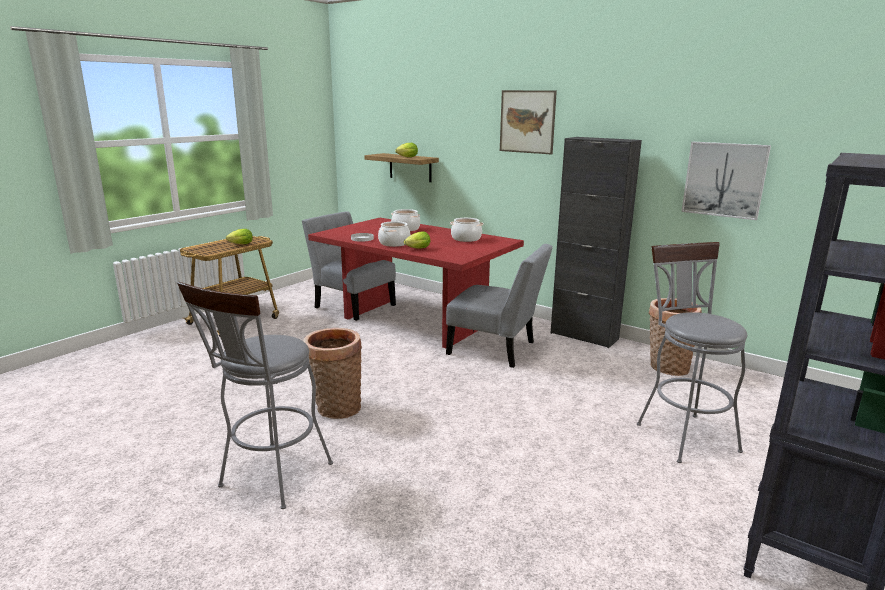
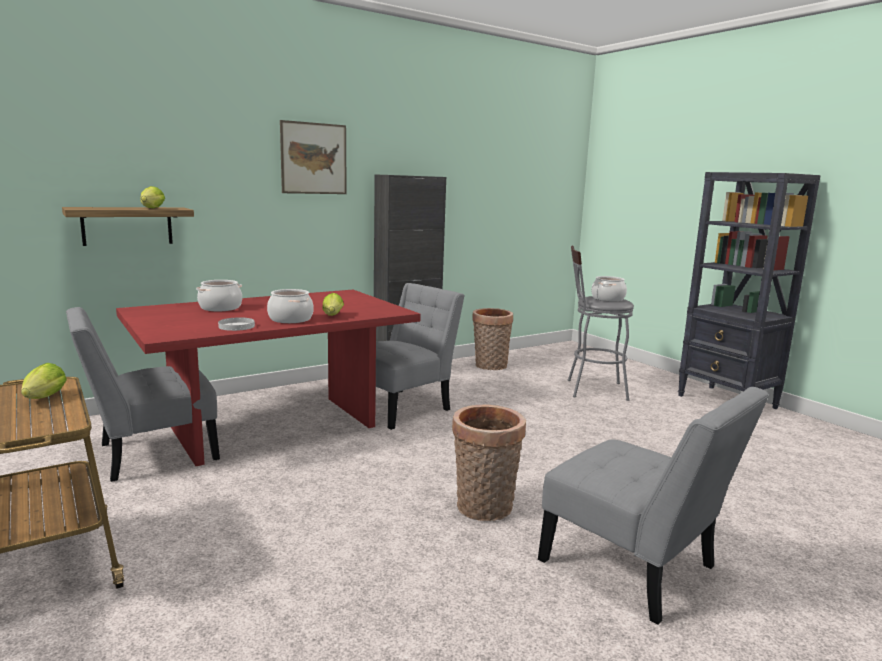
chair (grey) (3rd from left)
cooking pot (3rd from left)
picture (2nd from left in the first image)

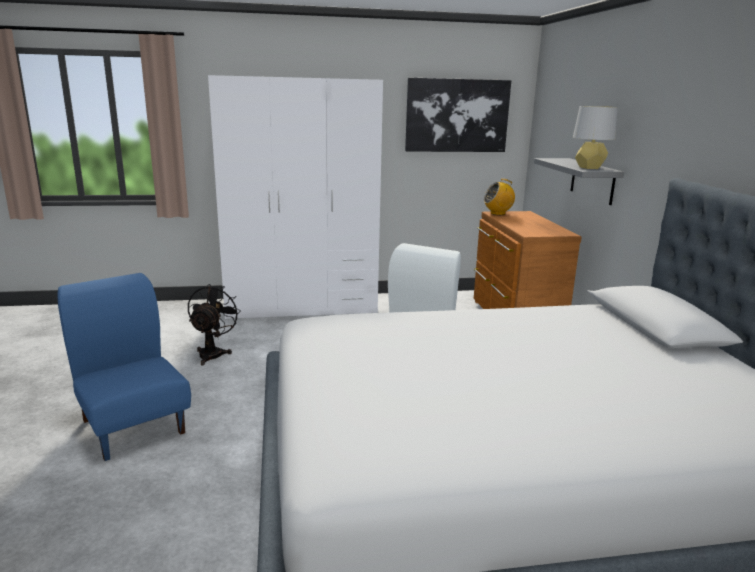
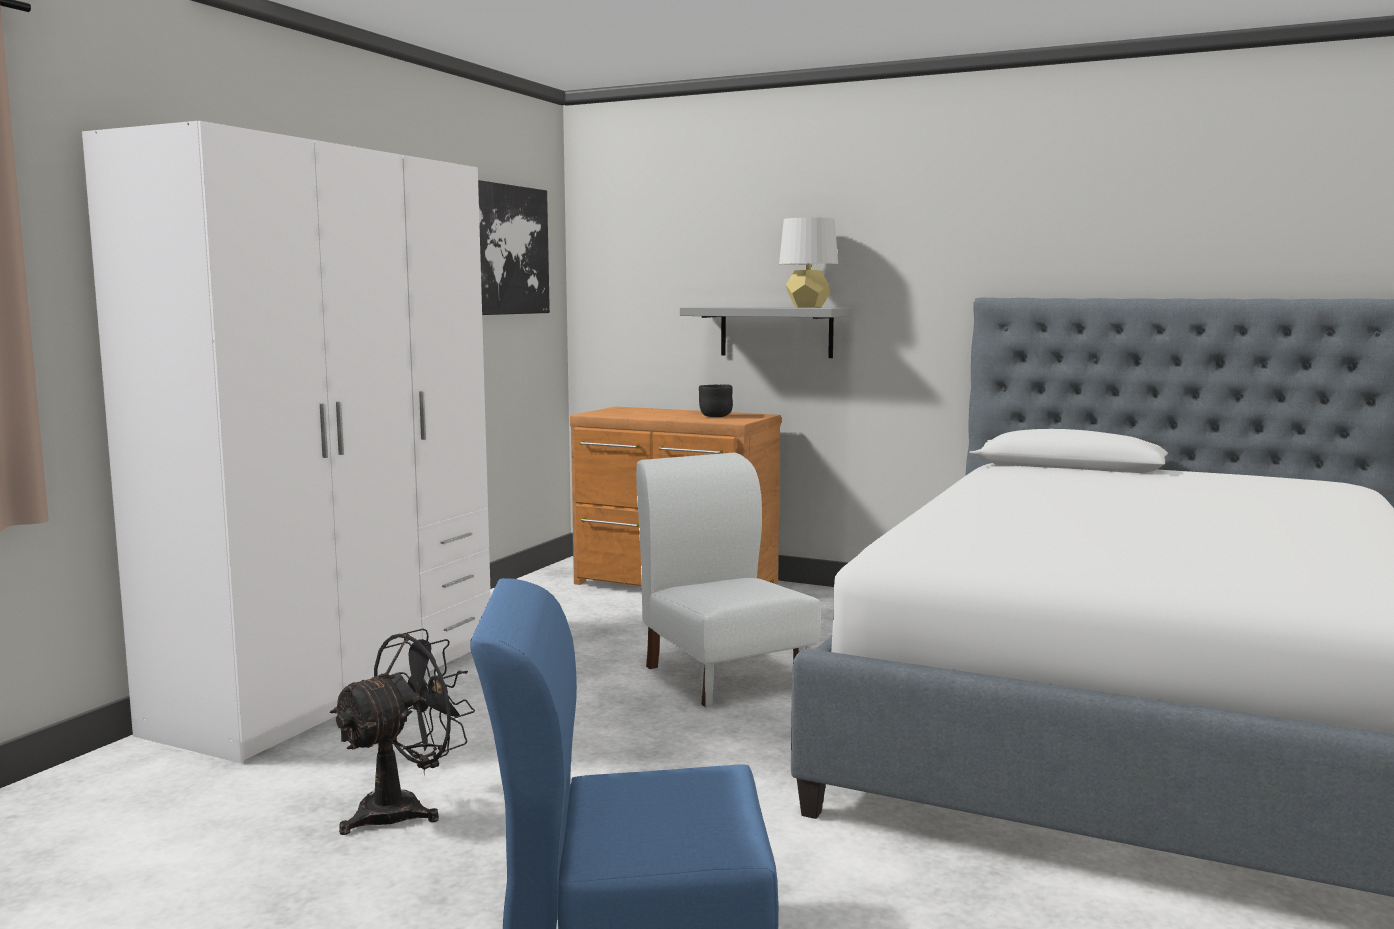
fan (black)
bowl (black)
radio

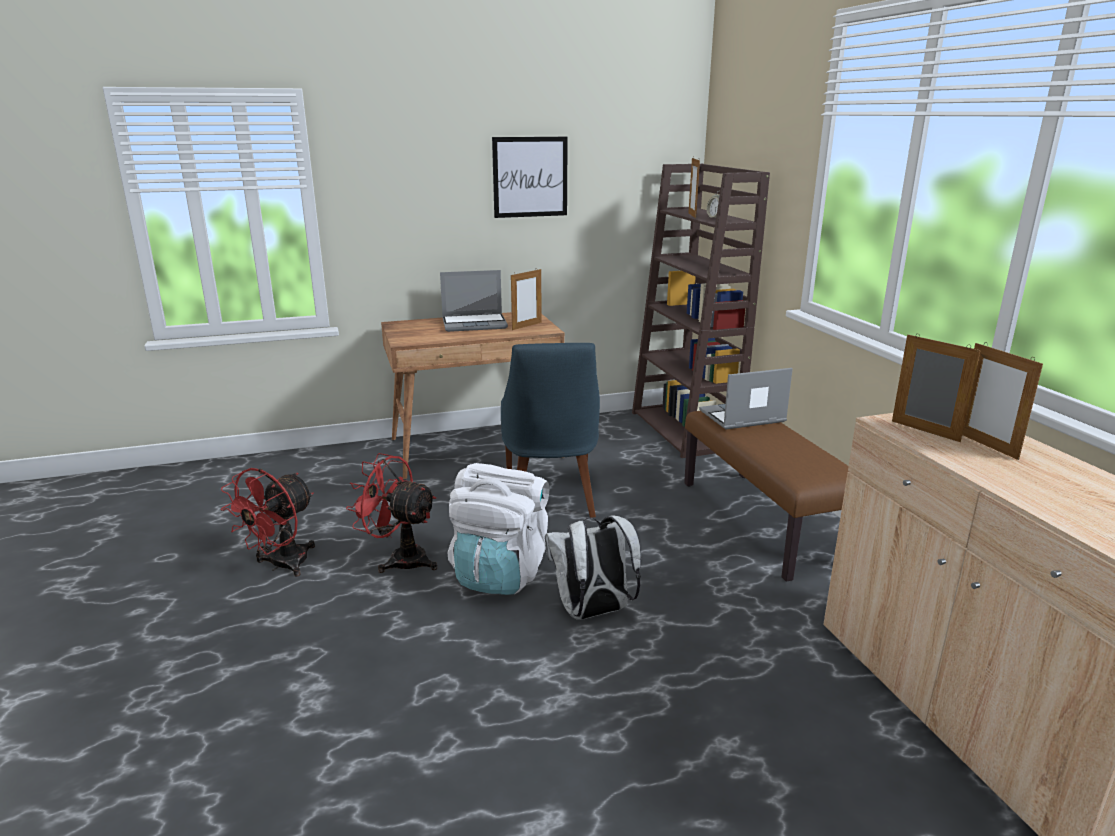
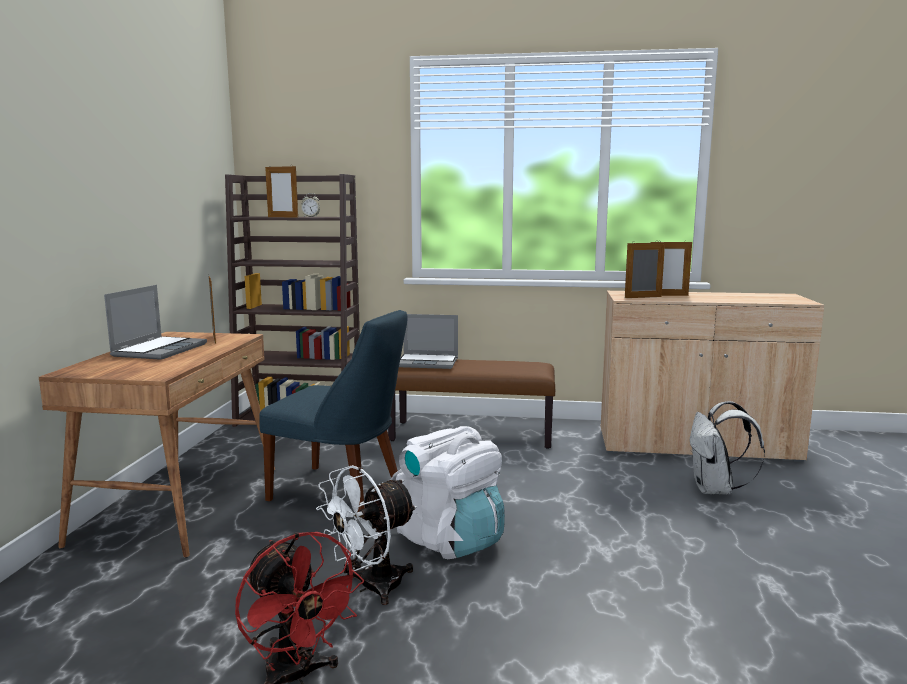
fan (white)
laptop (2nd from left)
backpack (white) (2nd from left)
picture

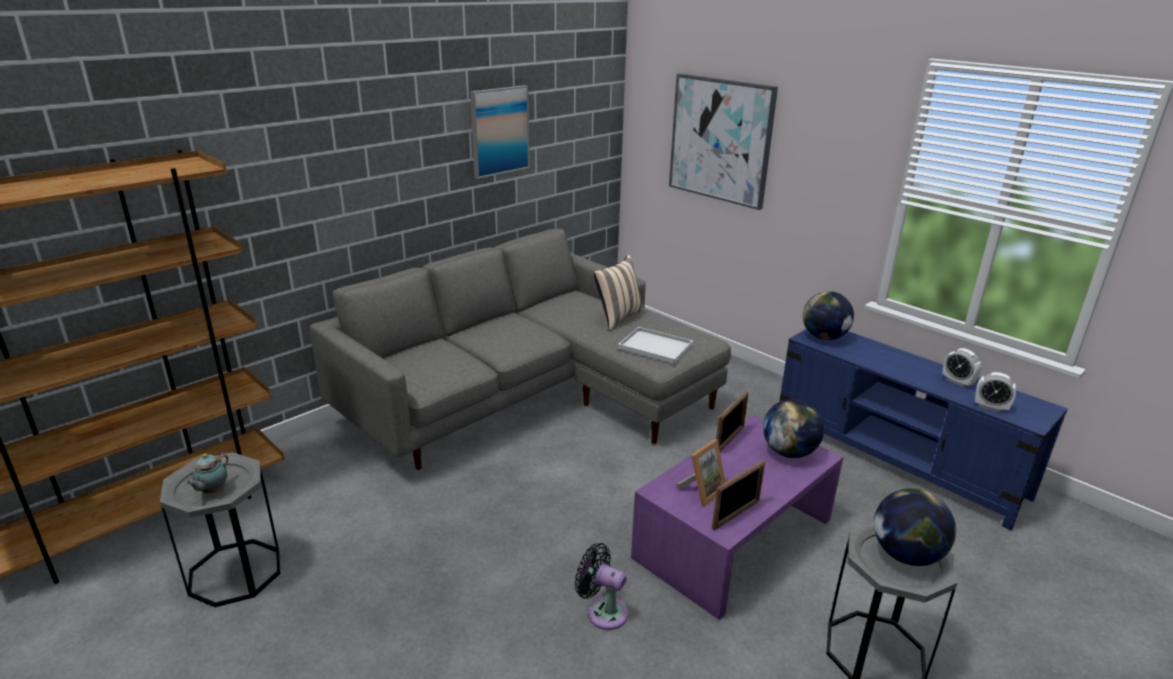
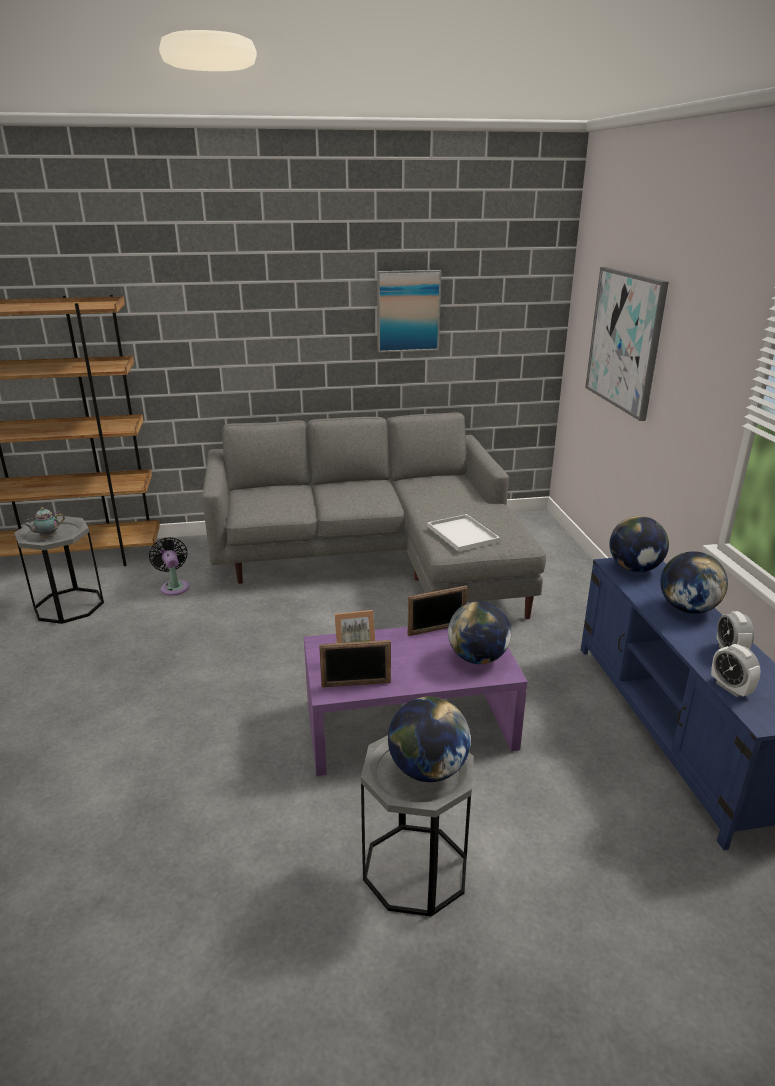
fan (black)
globe (4th from left)
pillow (beige)

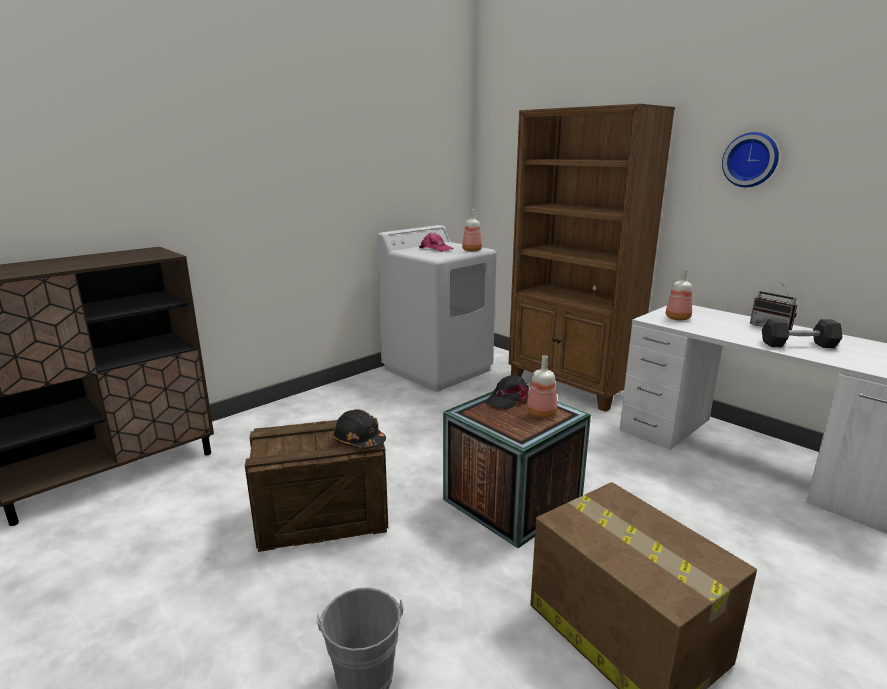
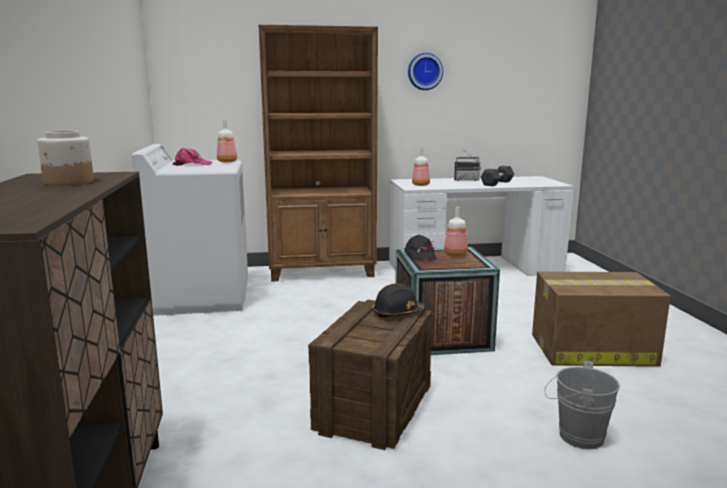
jar

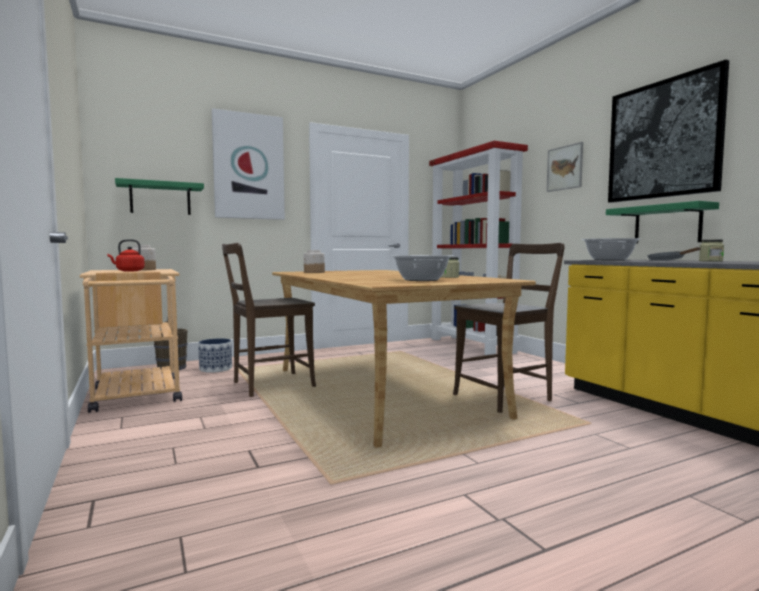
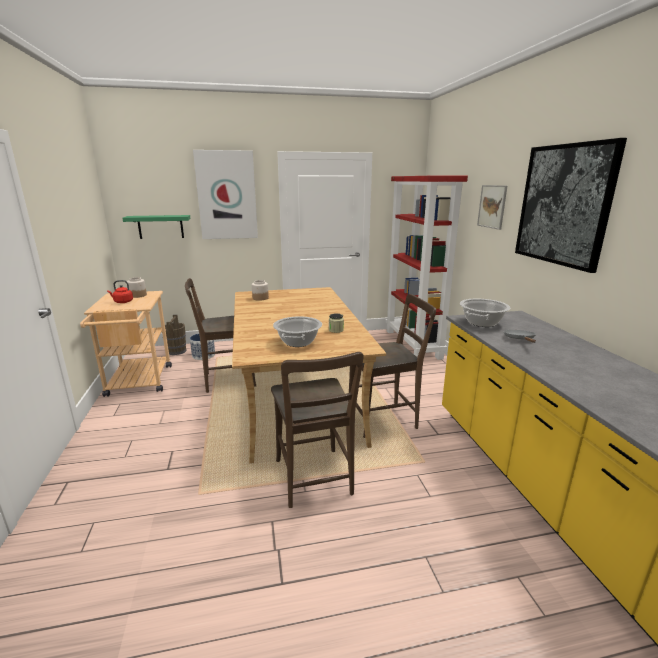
chair (brown) (2nd from left)
shelf (green) (2nd from left in the first image)
jar (4th from left in the first image)

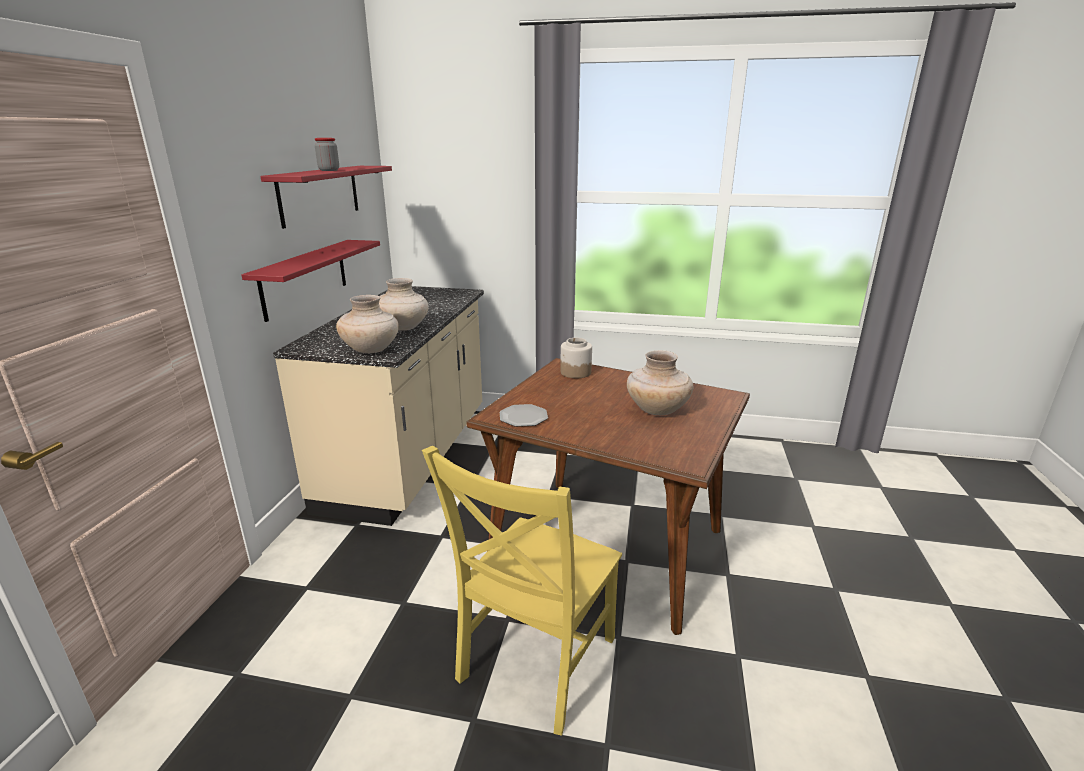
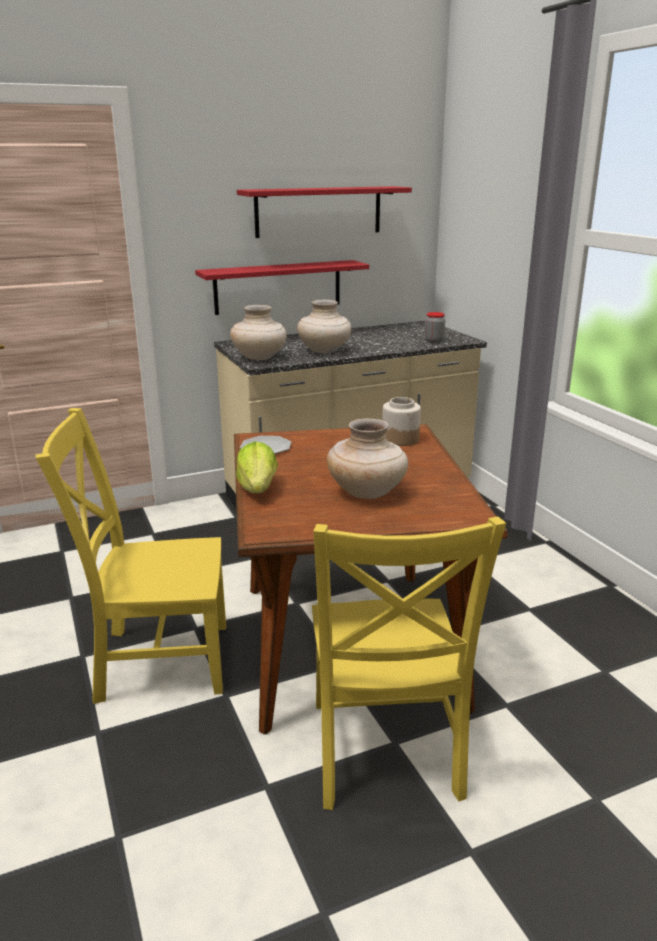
lettuce
chair (yellow) (2nd from left)
jar (2nd from left)

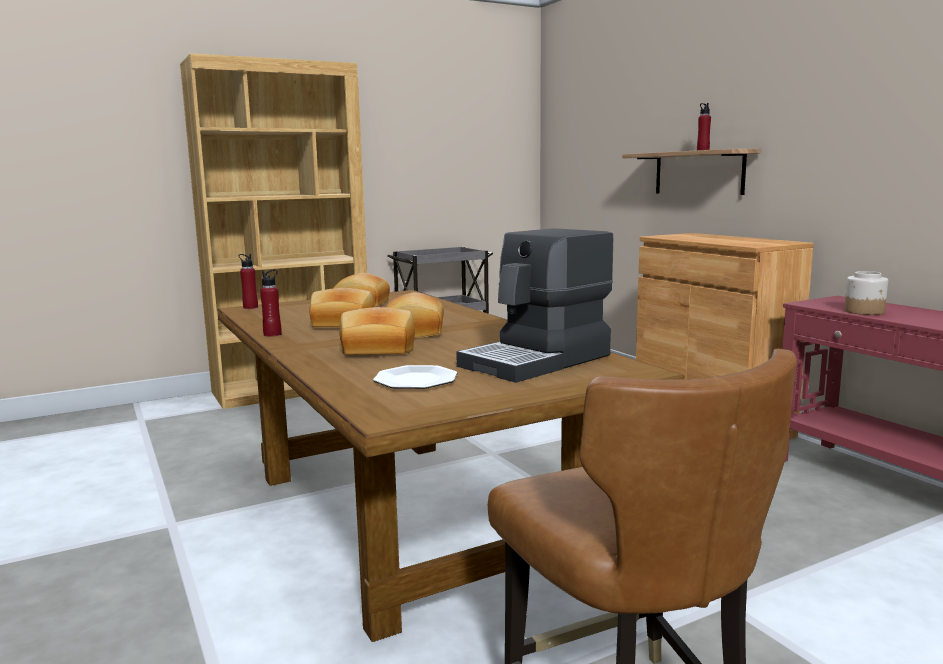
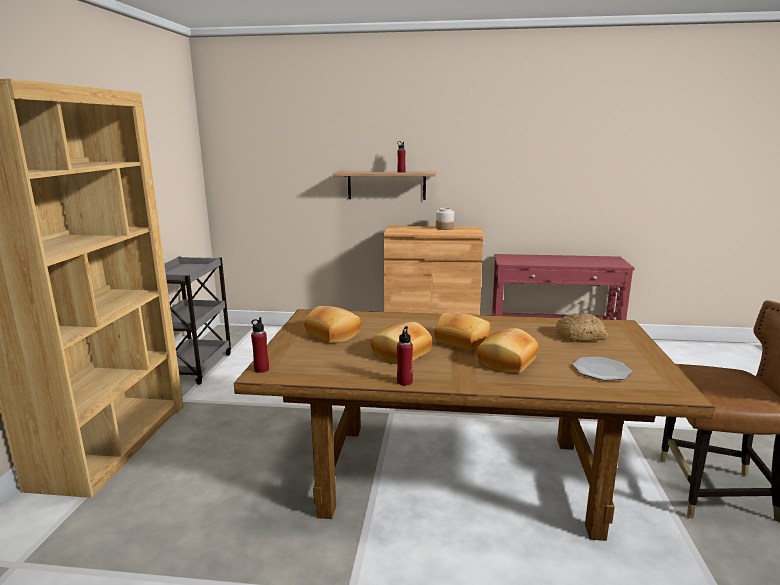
jar
bread (5th from left)

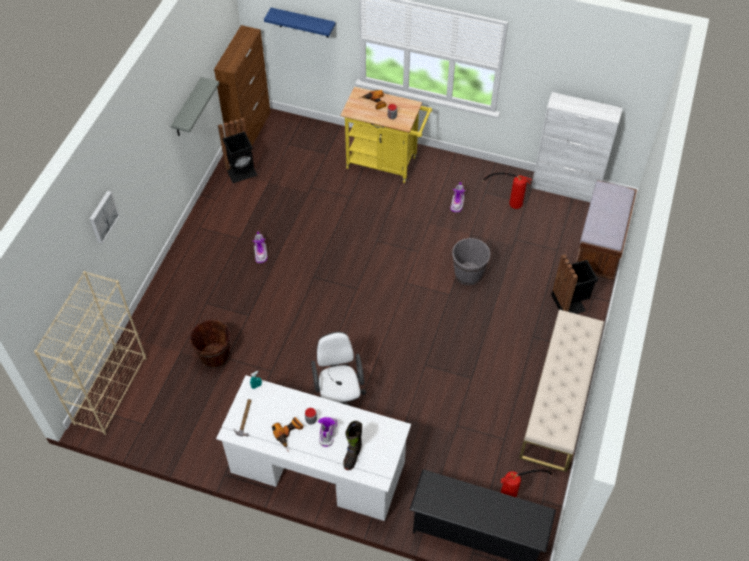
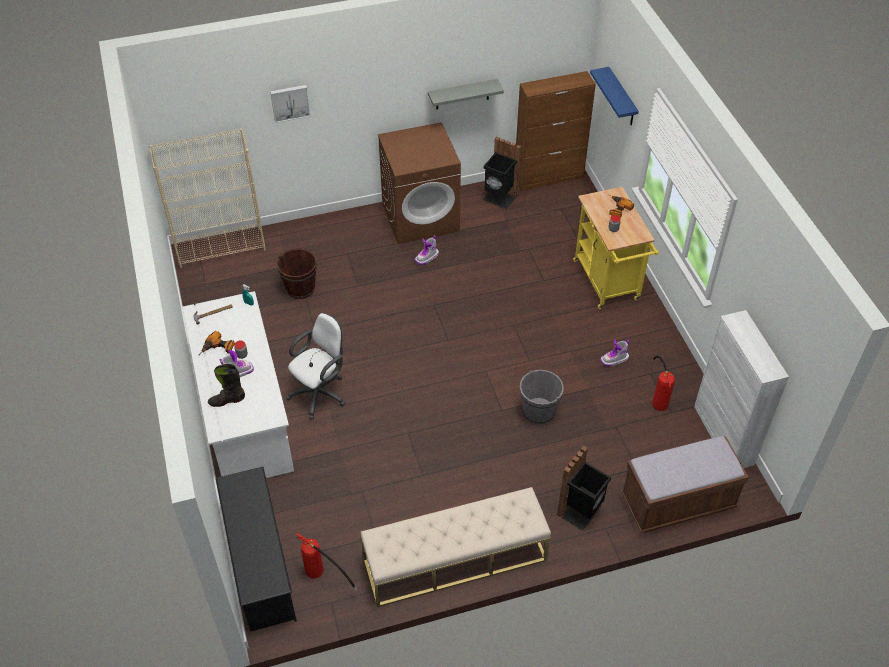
washing machine (brown)

